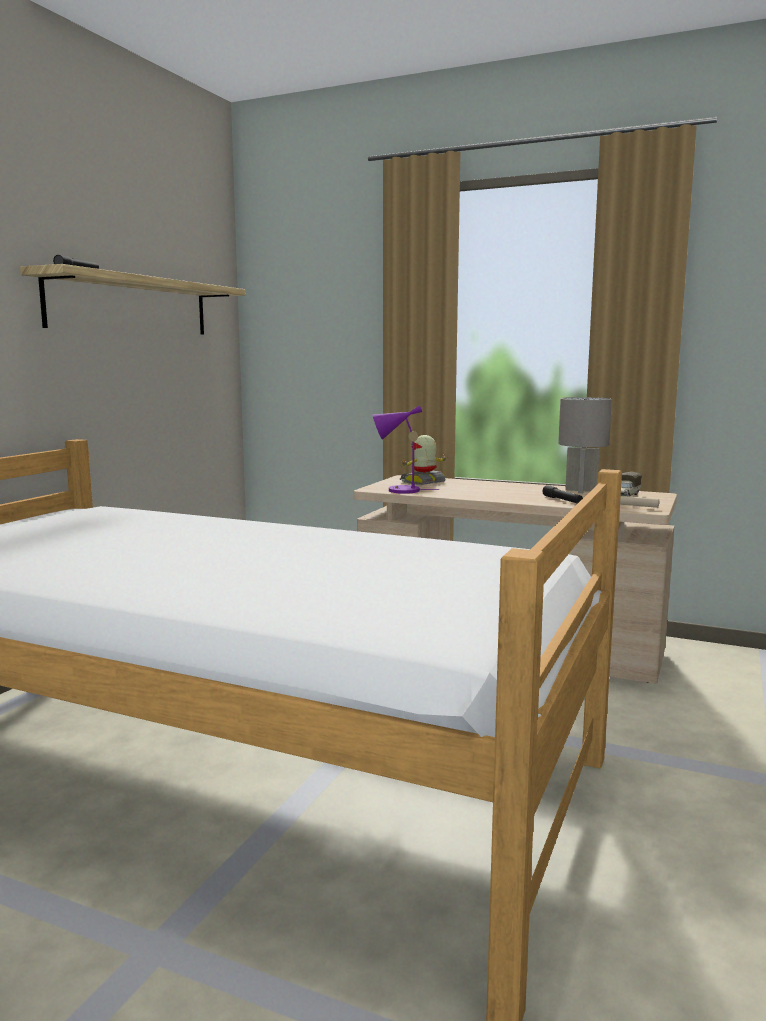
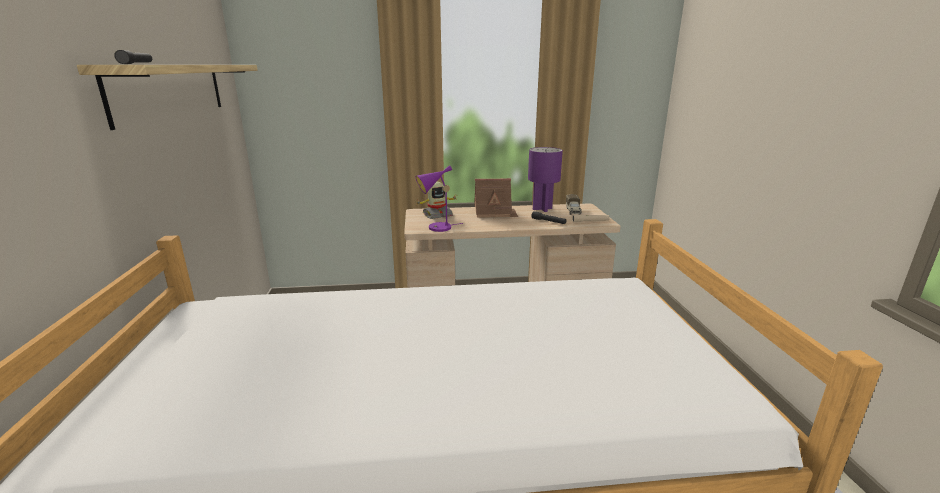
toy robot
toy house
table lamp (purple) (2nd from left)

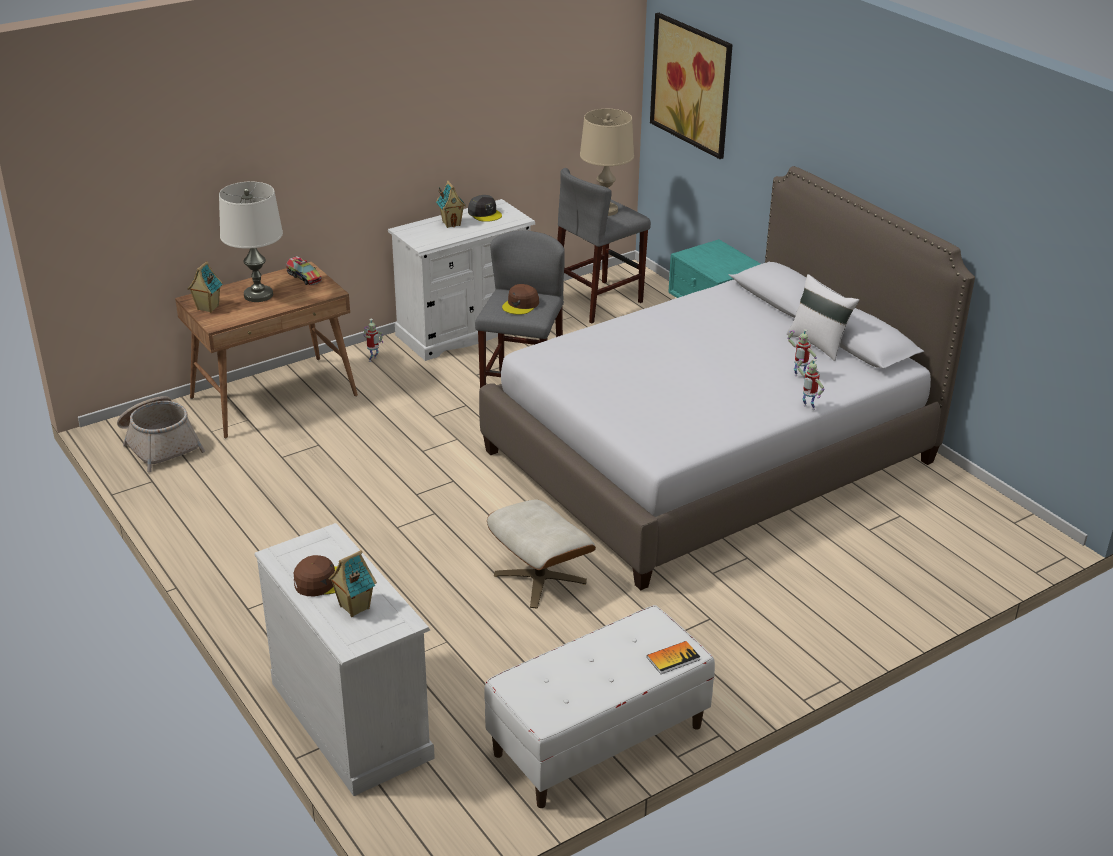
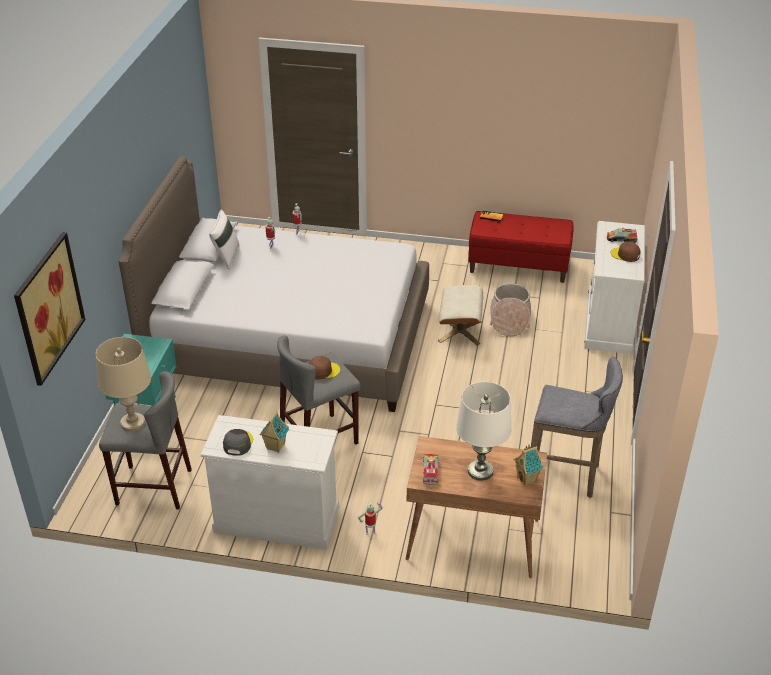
bench (red)
basket
stool (grey) (3rd from left)
toy truck (2nd from left)

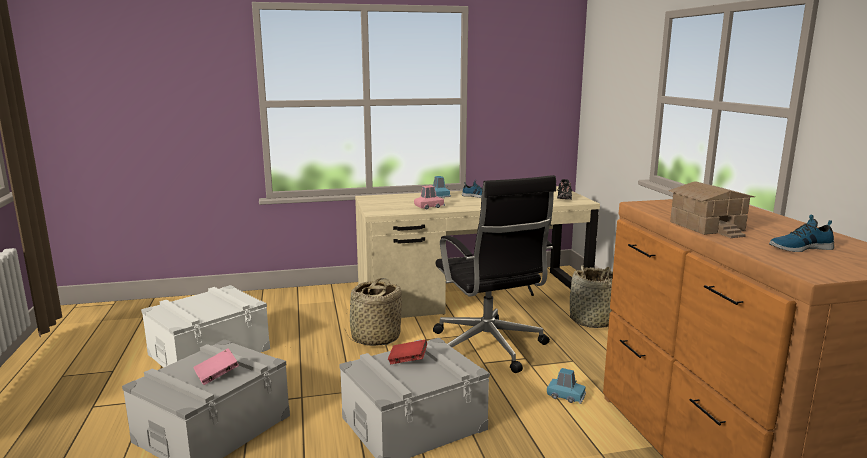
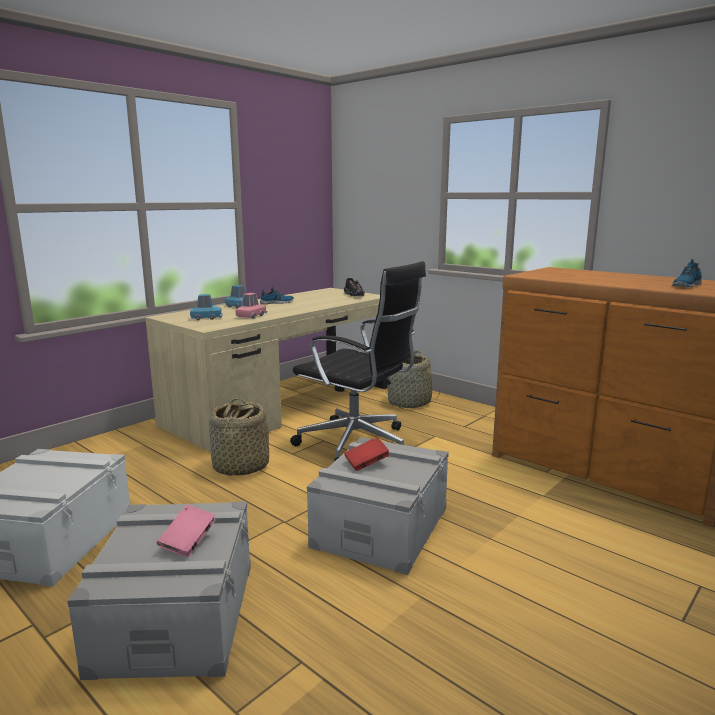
toy car (blue) (1st from left)
toy house

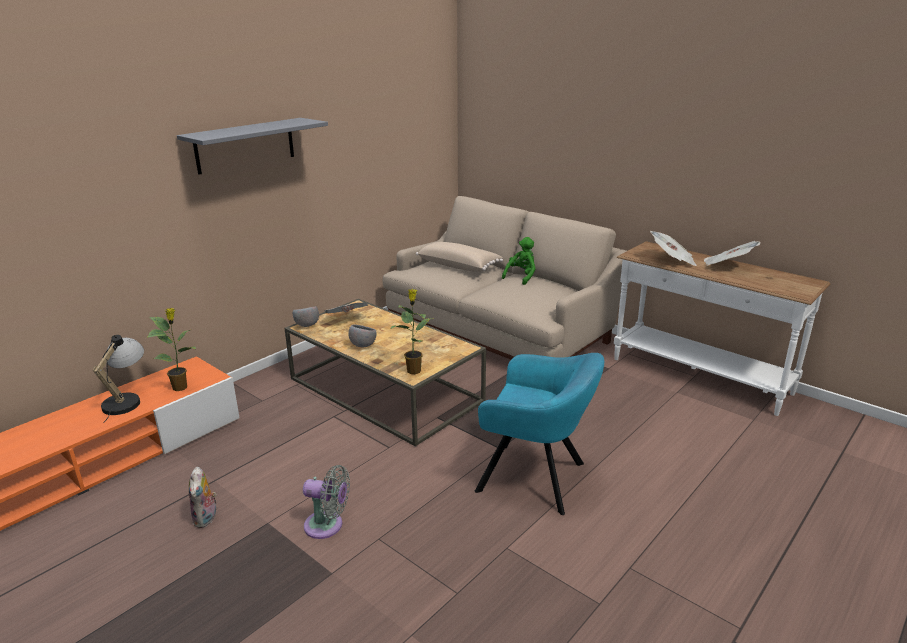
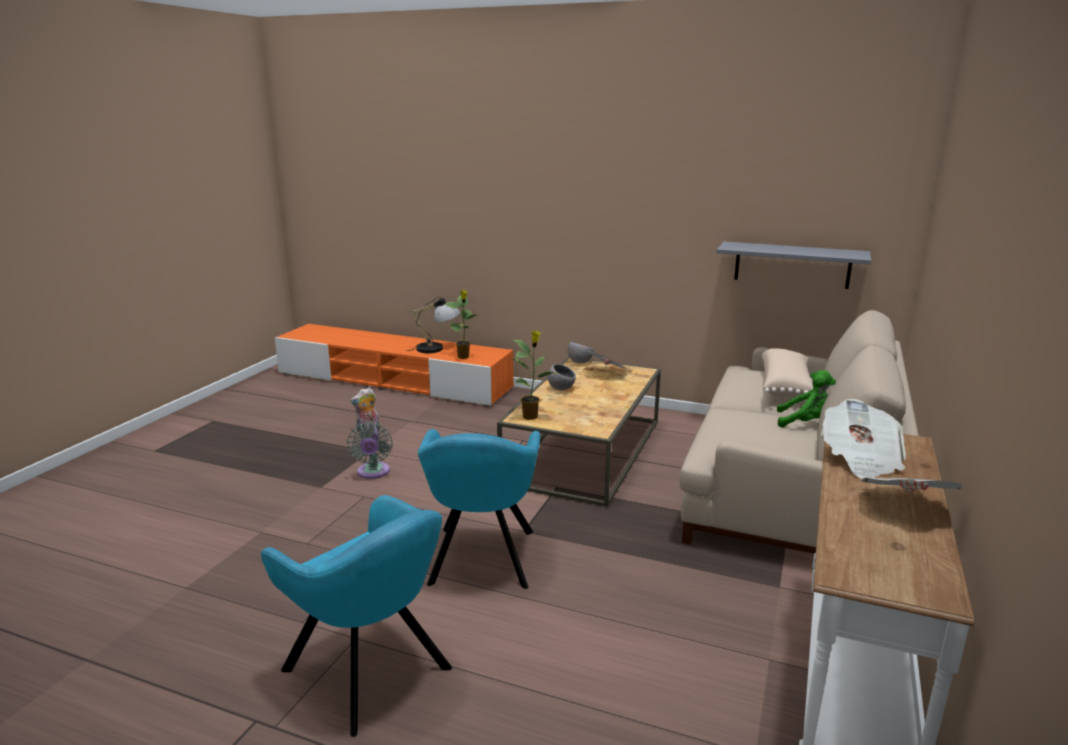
armchair (turquoise) (1st from left)
shelf (grey)

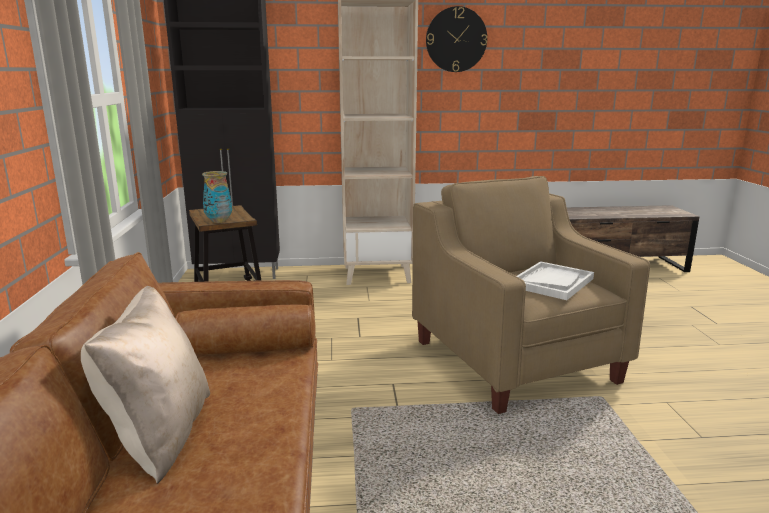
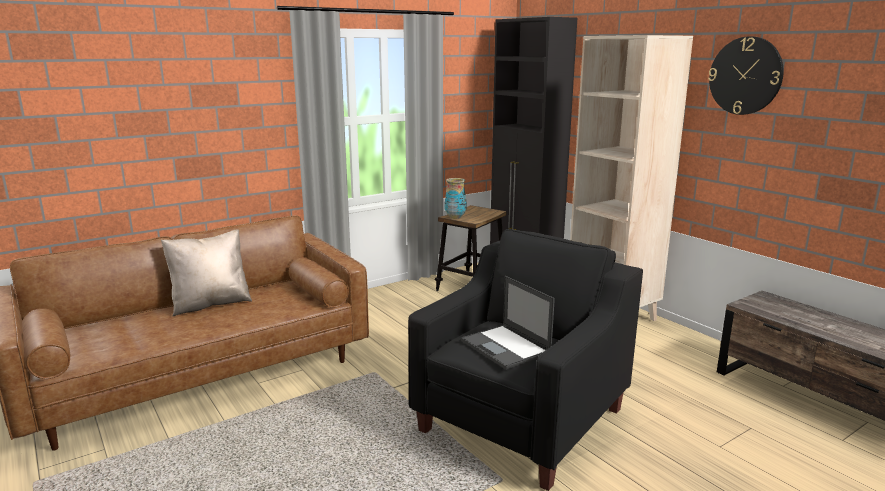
armchair (black)
laptop

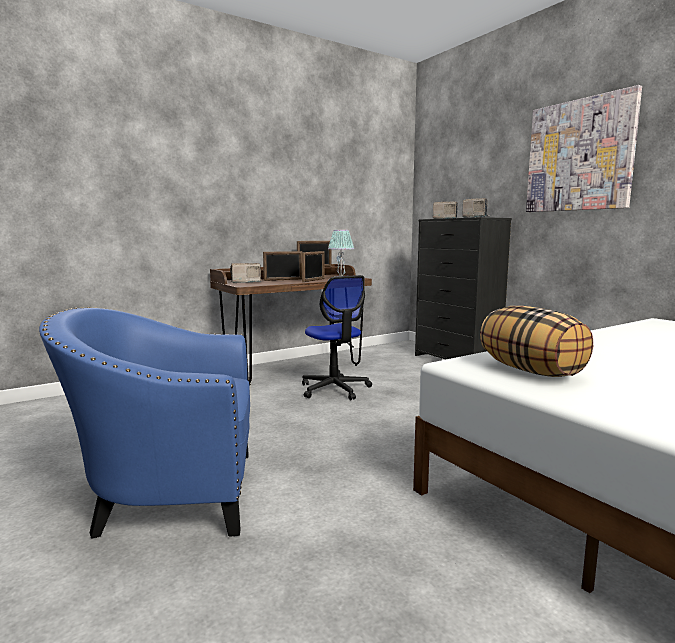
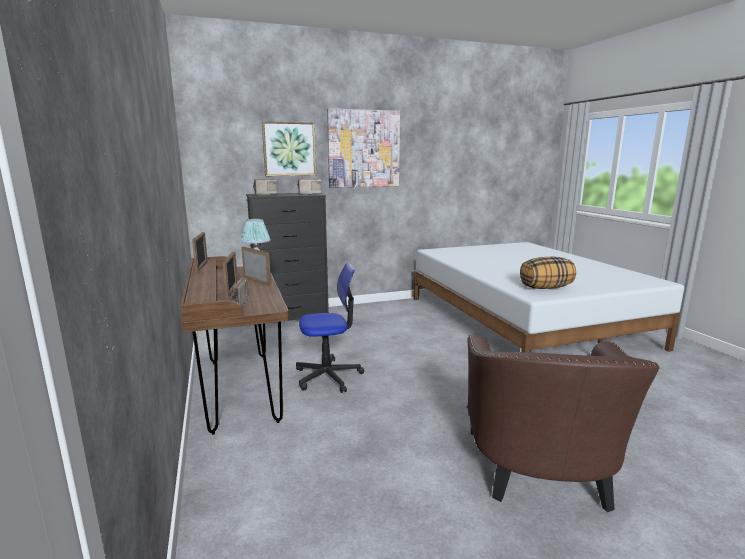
picture (1st from left)
armchair (brown)

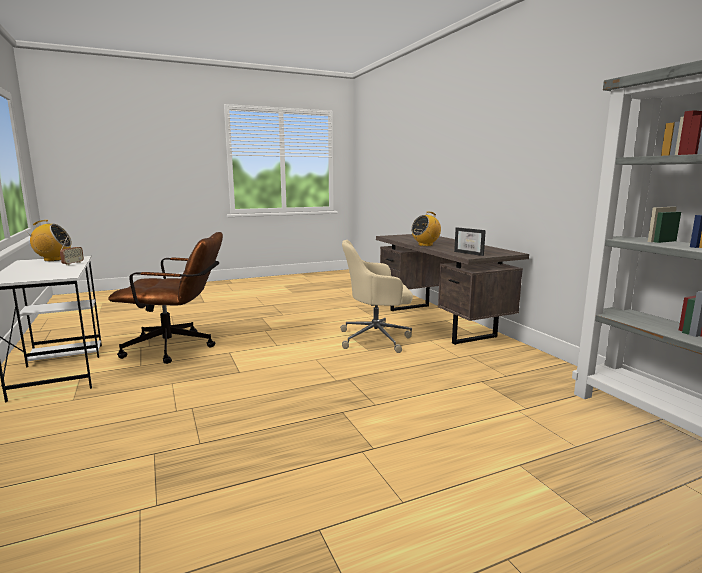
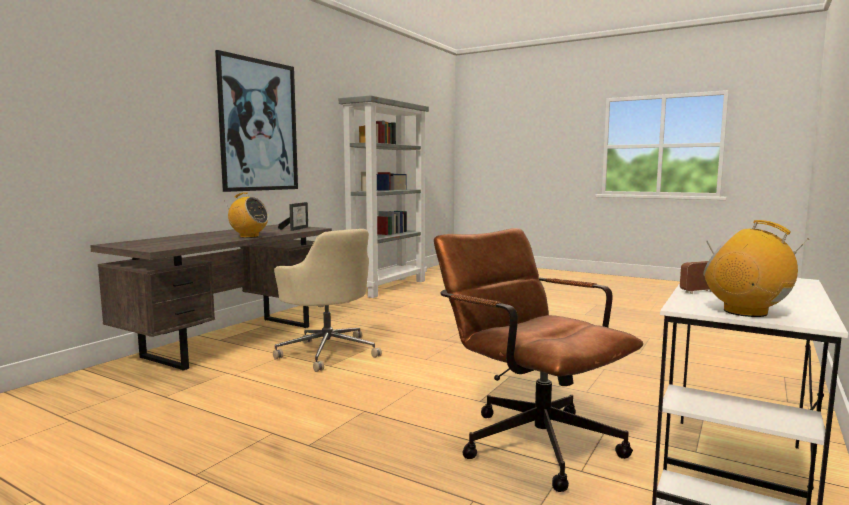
picture

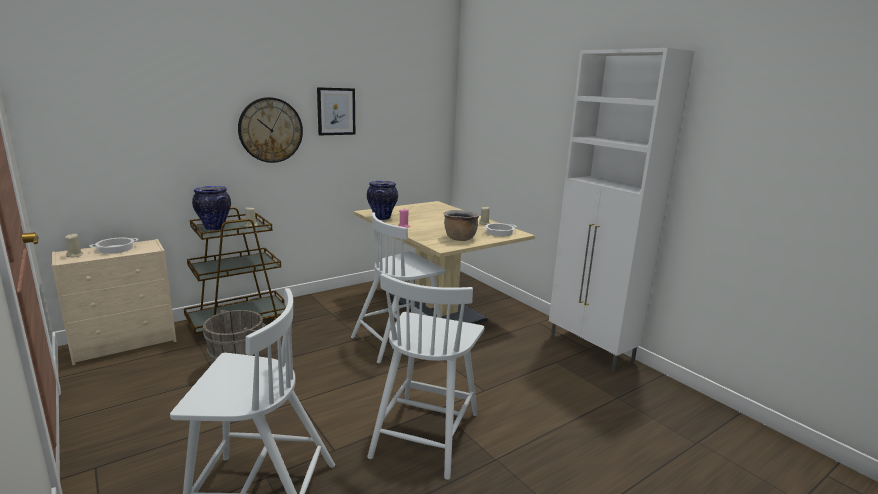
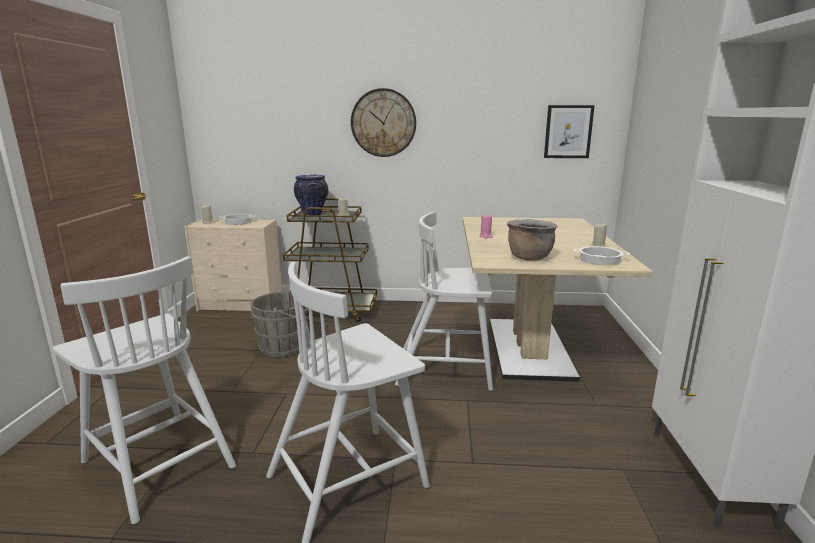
picture
vase (2nd from left in the first image)

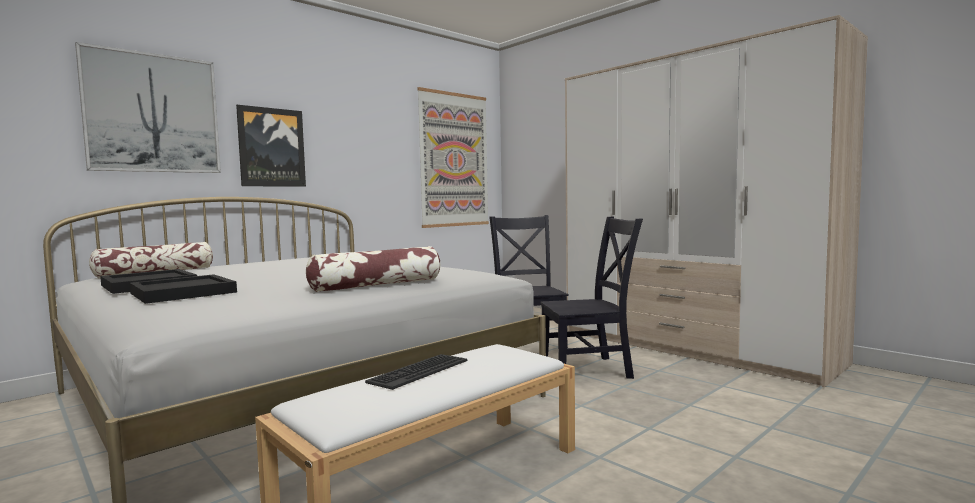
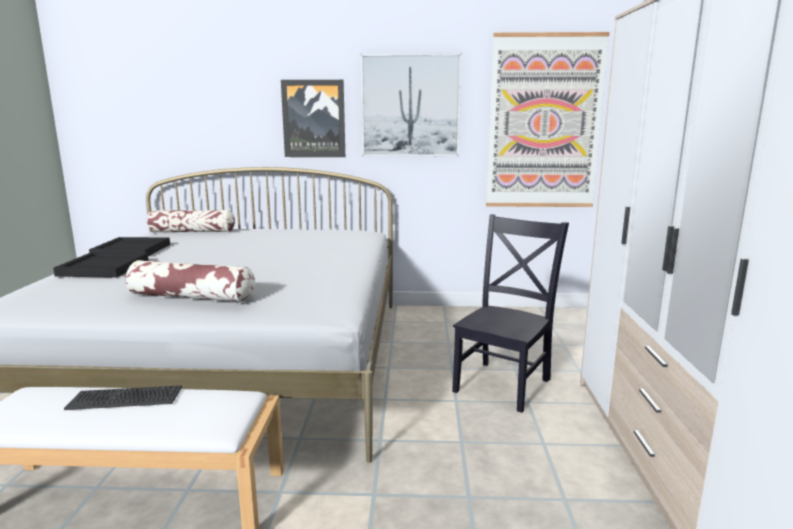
picture (2nd from left)
chair (black) (2nd from left in the first image)

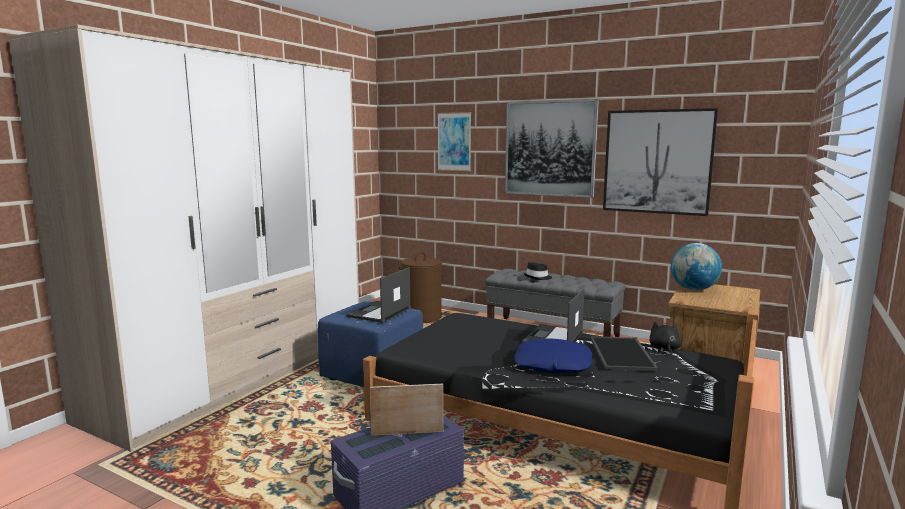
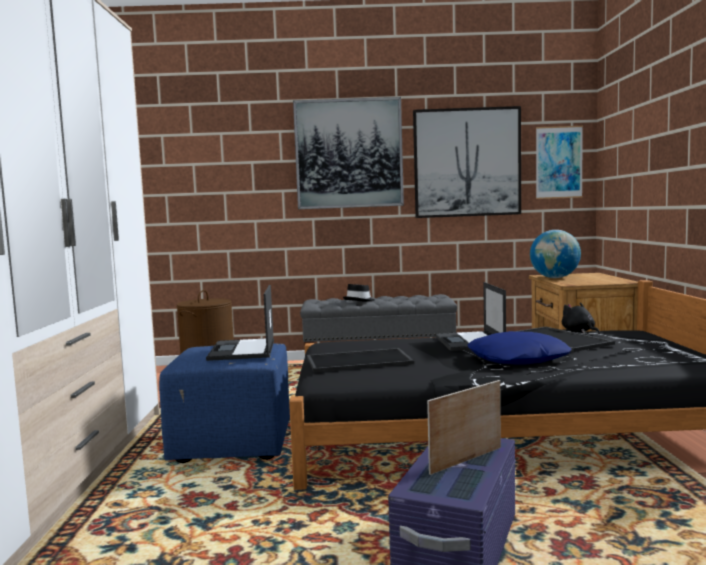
tray (1st from left)
picture (3rd from left)

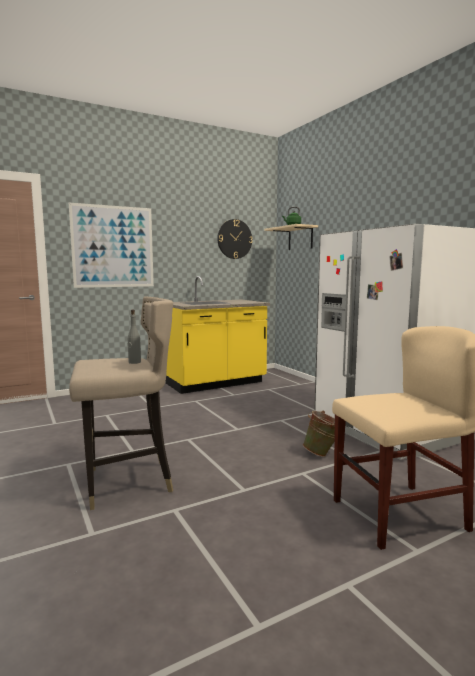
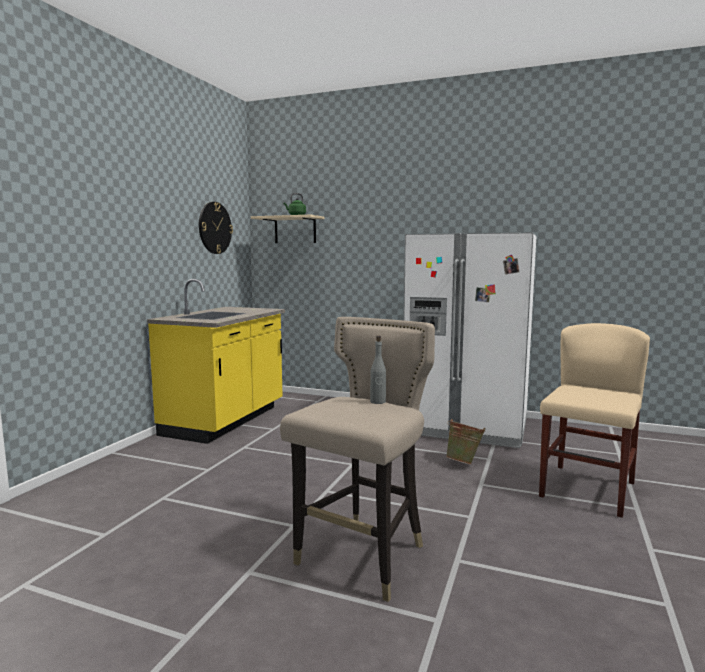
picture

